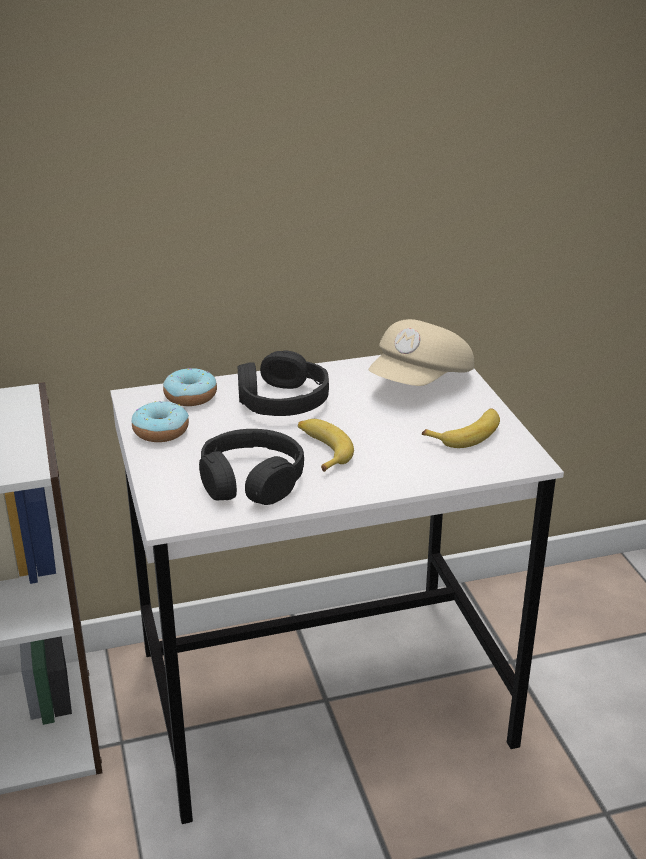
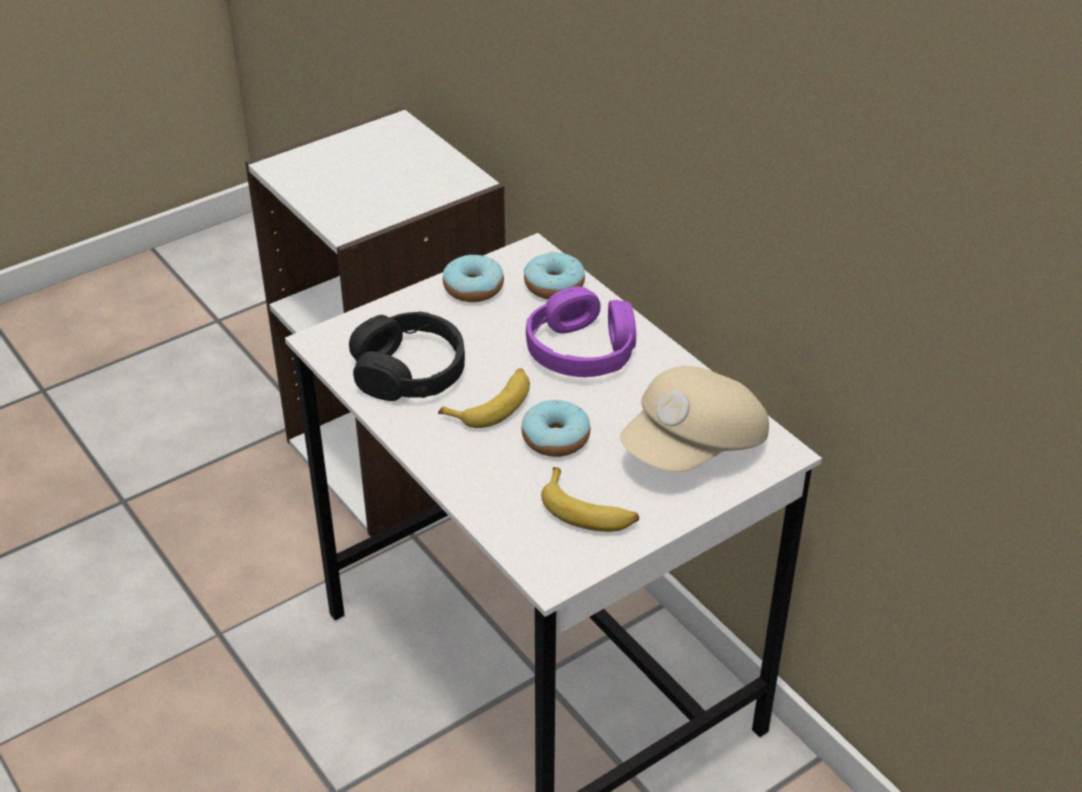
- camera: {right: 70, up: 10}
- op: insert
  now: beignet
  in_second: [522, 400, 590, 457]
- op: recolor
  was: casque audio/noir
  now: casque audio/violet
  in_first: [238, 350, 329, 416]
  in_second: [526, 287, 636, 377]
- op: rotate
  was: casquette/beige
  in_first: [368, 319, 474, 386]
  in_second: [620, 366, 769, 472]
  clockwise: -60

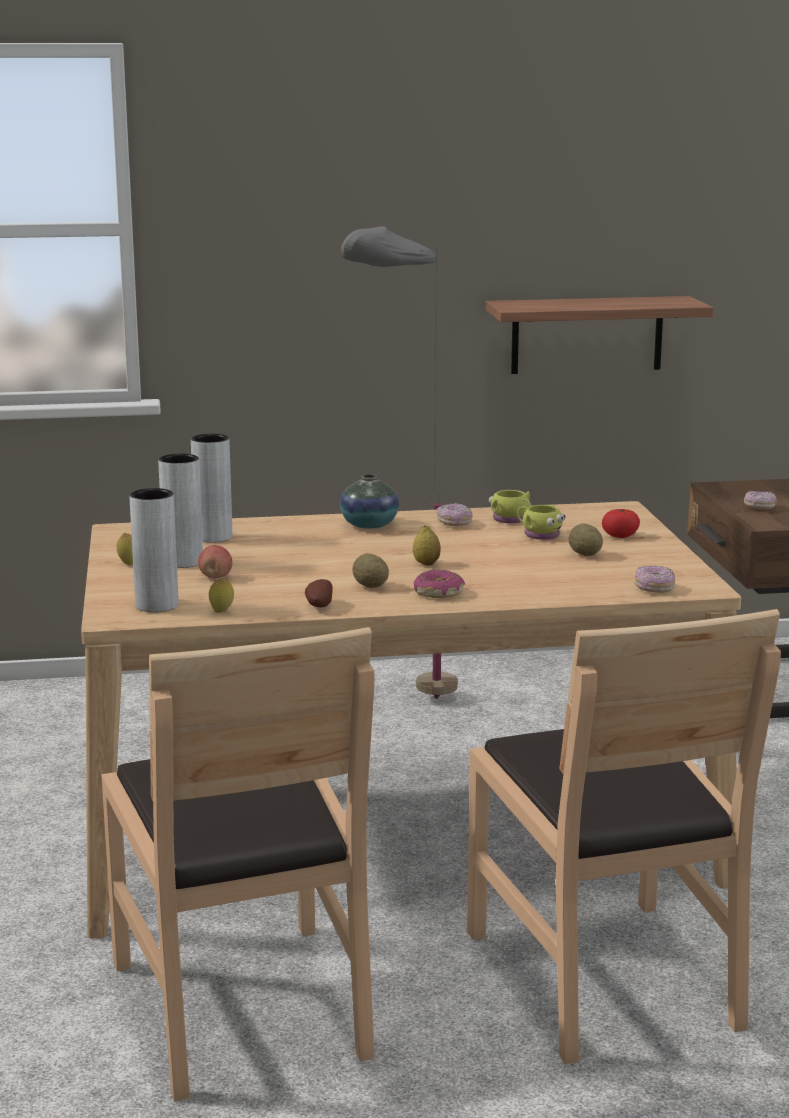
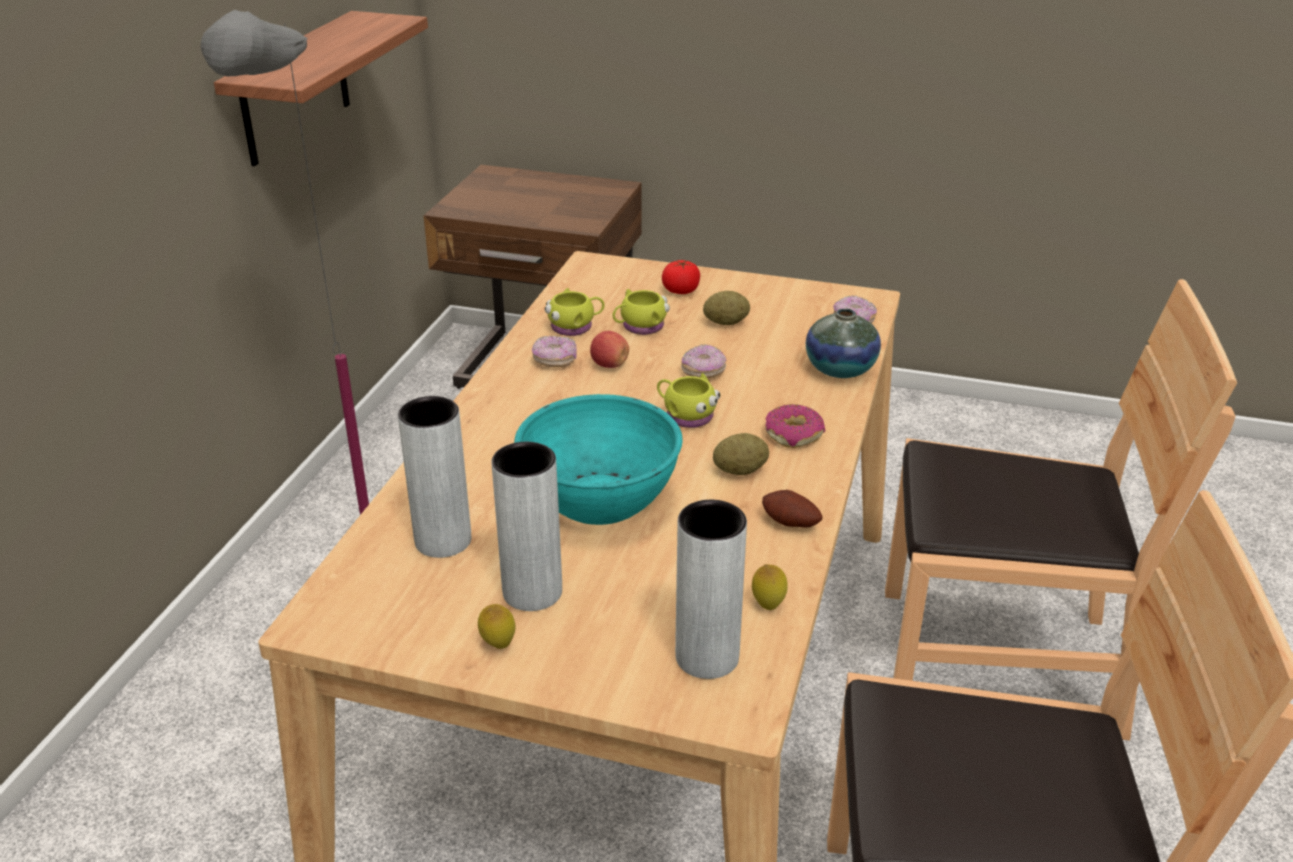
- camera: {right: -65, up: 15}
- op: insert
  now: bol/turquoise
  in_second: [514, 394, 682, 525]
- op: move
  was: pomme
  in_first: [198, 545, 233, 578]
  in_second: [590, 331, 629, 368]
- op: move
  was: vase
  in_first: [340, 474, 399, 529]
  in_second: [806, 308, 881, 378]
- op: move
  was: beignet
  in_first: [744, 491, 777, 510]
  in_second: [681, 344, 726, 378]
- op: replace
  was: citron
  now: mug/jaune
  in_first: [413, 526, 441, 566]
  in_second: [657, 373, 720, 428]

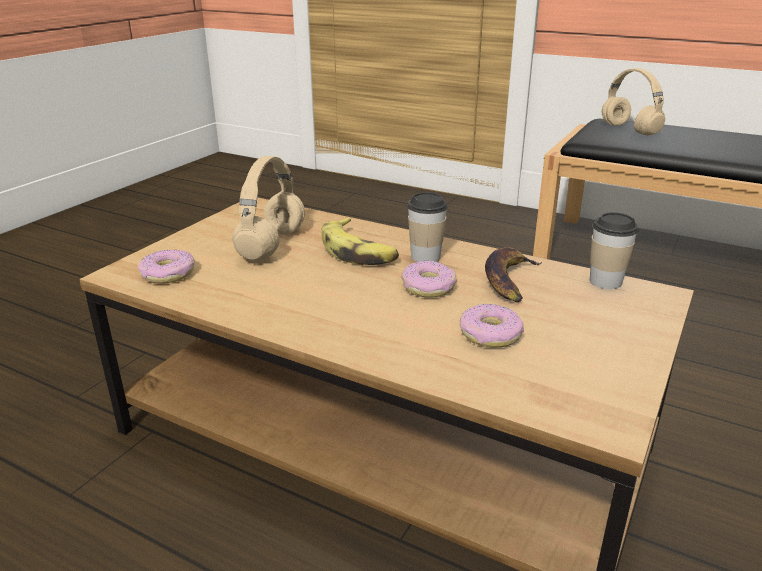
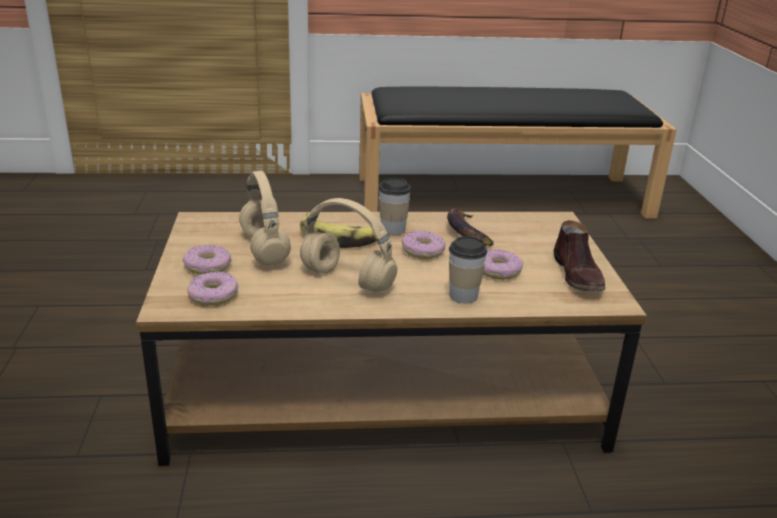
- camera: {right: -35, up: 0}
- op: insert
  now: beignet
  in_second: [183, 245, 231, 275]
- op: insert
  now: chaussure/marron
  in_second: [553, 220, 605, 291]
- op: move
  was: tasse
  in_first: [590, 212, 638, 289]
  in_second: [449, 236, 487, 304]
- op: move
  was: casque audio/beige
  in_first: [602, 68, 665, 136]
  in_second: [300, 198, 397, 292]

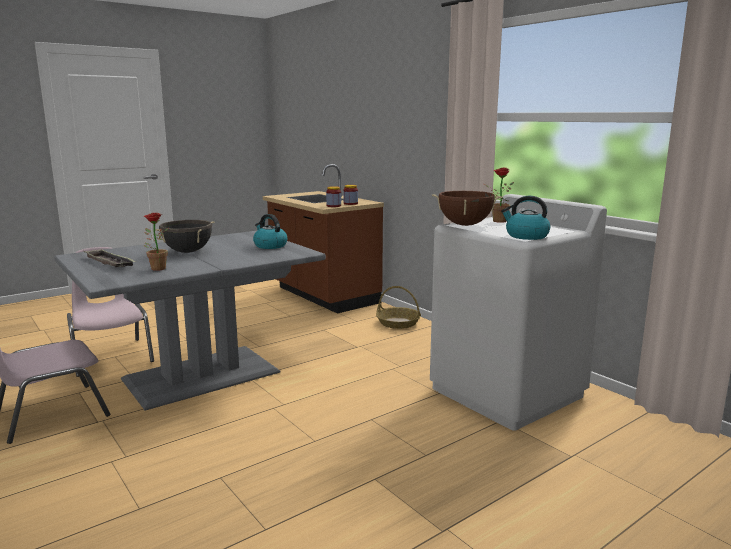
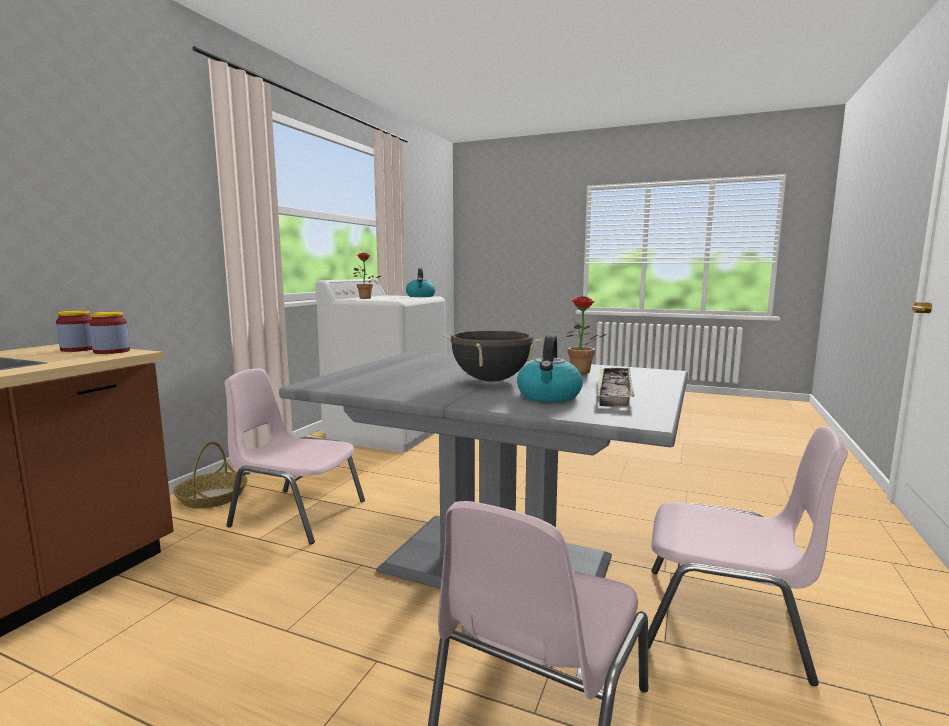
- camera: {right: -120, up: -5}
- op: delete
  was: marmite/marron
  in_first: [432, 191, 502, 226]
- op: insert
  now: chaise/rose
  in_second: [225, 368, 365, 544]
- op: move
  was: bouilloire
  in_first: [253, 214, 287, 249]
  in_second: [517, 334, 583, 402]

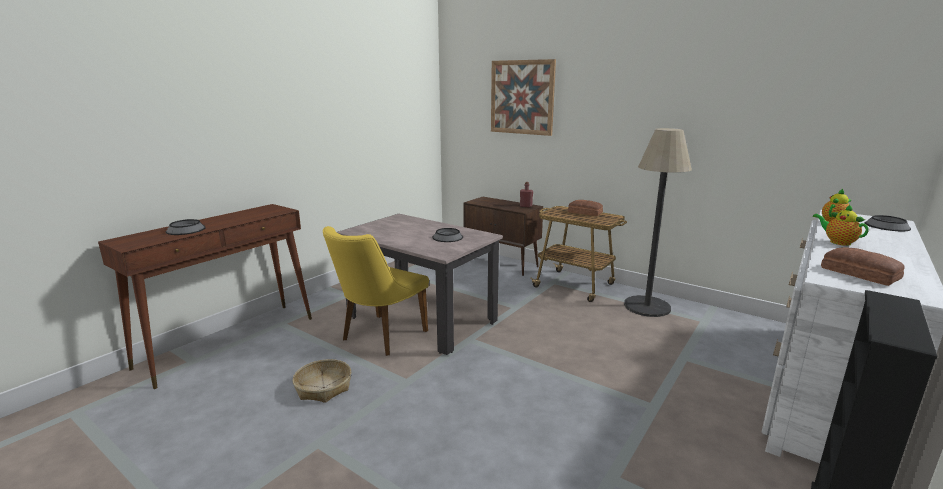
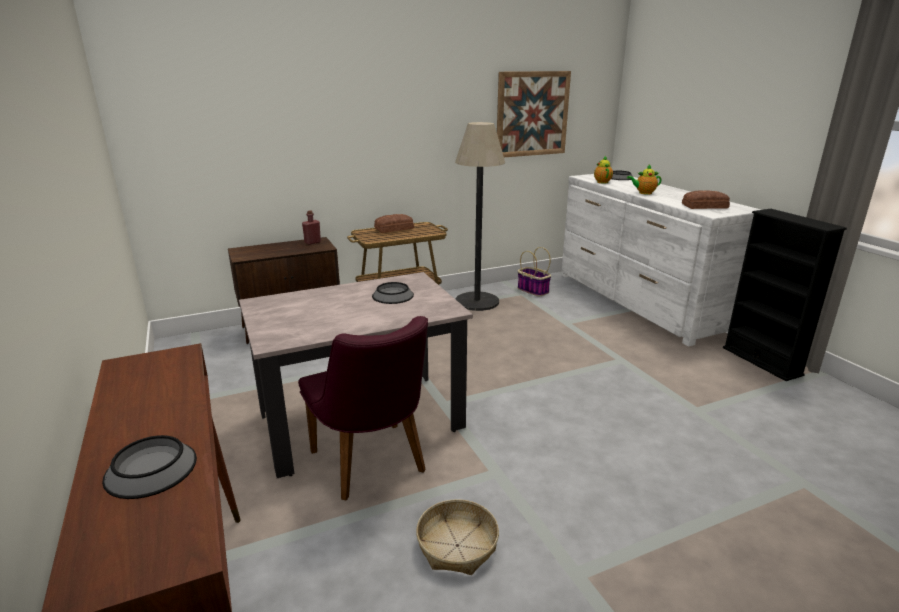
- camera: {right: -60, up: 5}
- op: insert
  now: panier
  in_second: [518, 247, 551, 296]
- op: move
  was: tableau
  in_first: [491, 59, 556, 136]
  in_second: [497, 71, 571, 157]
- op: recolor
  was: chaise/jaune
  now: chaise/violet
  in_first: [323, 226, 429, 356]
  in_second: [298, 316, 428, 501]

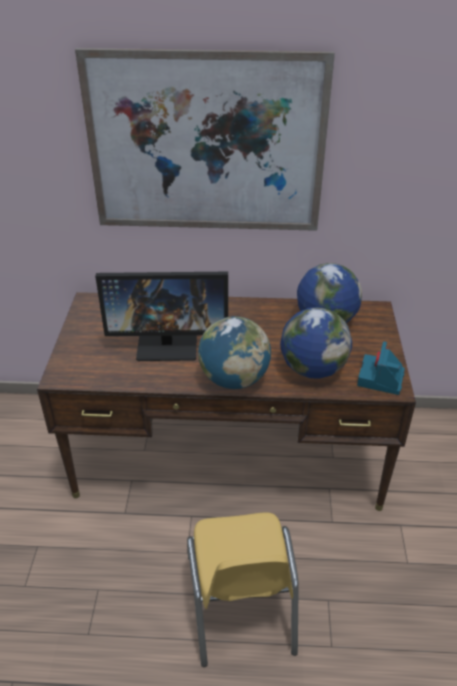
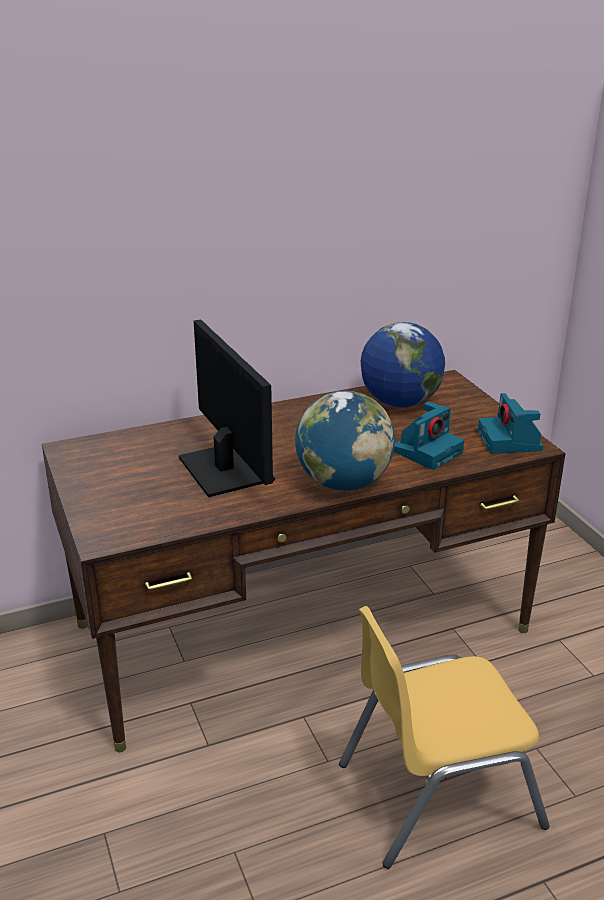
- camera: {right: -25, up: -10}
- op: delete
  was: tableau
  in_first: [75, 48, 335, 231]
- op: replace
  was: globe
  now: appareil photo
  in_first: [280, 307, 352, 379]
  in_second: [394, 402, 464, 470]
- op: rotate
  was: écran d'ordinateur
  in_first: [95, 272, 228, 361]
  in_second: [179, 319, 275, 497]
  clockwise: -90
- op: rotate
  was: chaise/jaune
  in_first: [187, 513, 299, 667]
  in_second: [339, 606, 549, 869]
  clockwise: 105

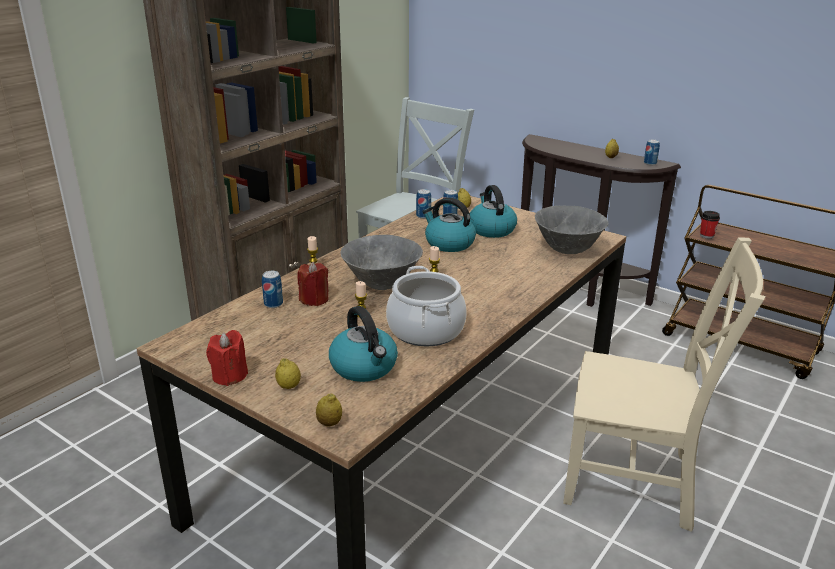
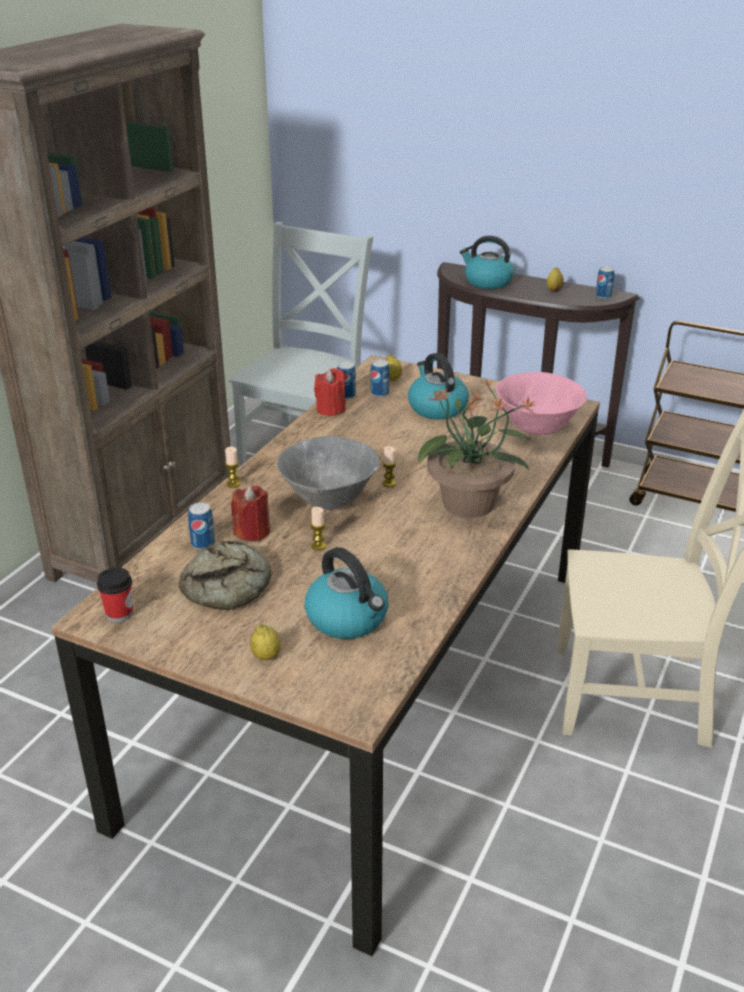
- camera: {right: -10, up: 5}
- op: delete
  was: citron
  in_first: [316, 393, 342, 427]
- op: delete
  was: marmite
  in_first: [386, 266, 466, 346]
- op: insert
  now: pain
  in_second: [179, 541, 272, 610]
- op: insert
  now: plante en pot
  in_second: [418, 379, 536, 518]
- op: move
  was: bougie/rouge
  in_first: [206, 330, 248, 386]
  in_second: [314, 368, 346, 416]
- op: move
  was: bouilloire
  in_first: [422, 198, 476, 252]
  in_second: [460, 236, 514, 289]
- op: move
  was: tasse
  in_first: [700, 211, 720, 239]
  in_second: [97, 567, 133, 622]
- op: recolor
  was: bol/gris
  now: bol/rose
  in_first: [535, 206, 608, 254]
  in_second: [496, 372, 587, 435]

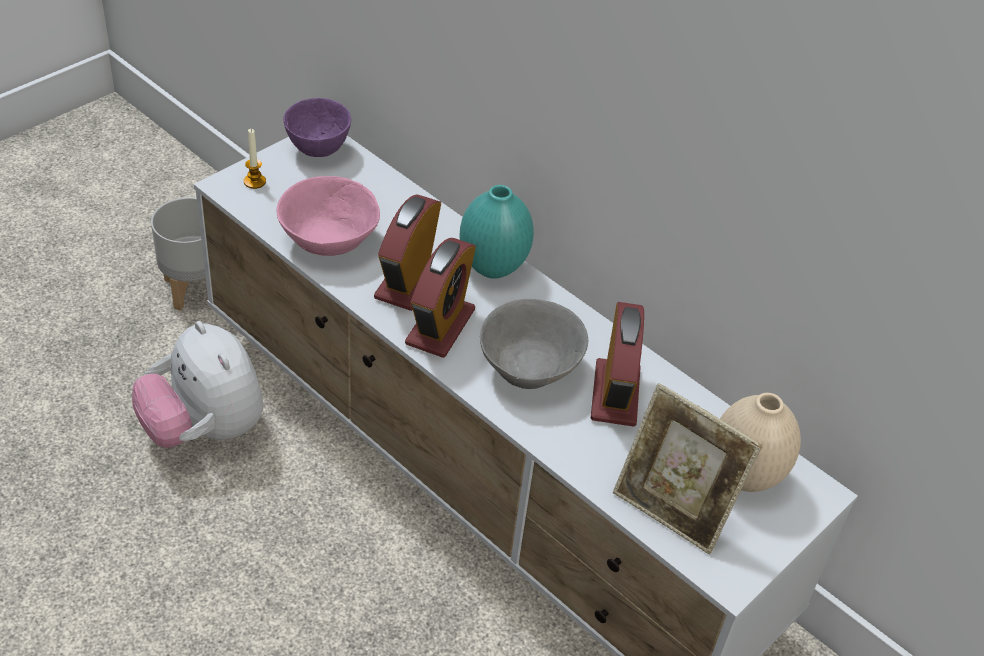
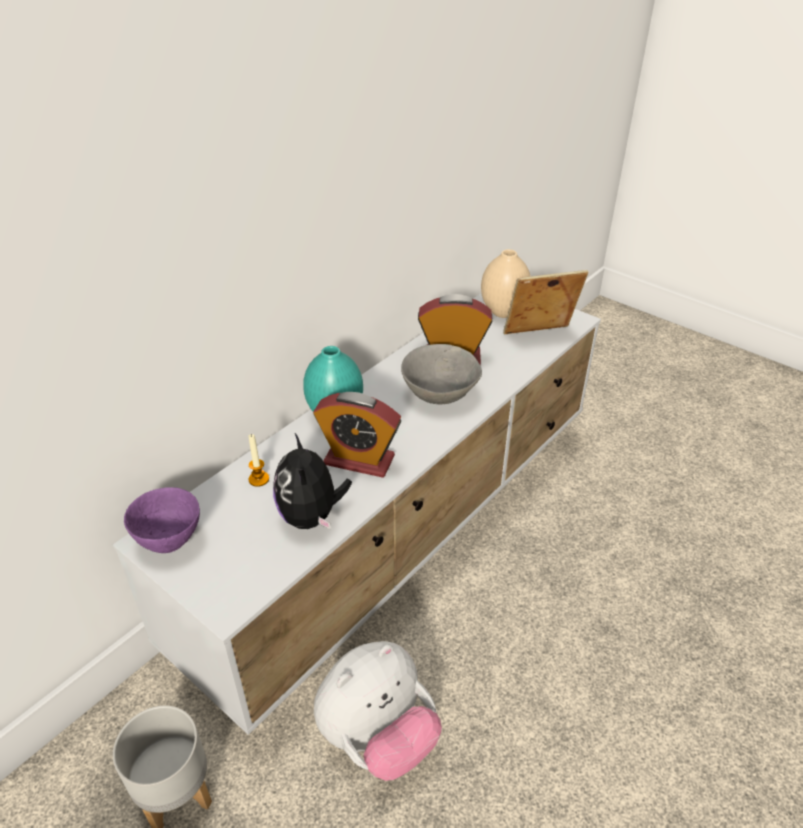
- camera: {right: -90, up: -5}
- op: delete
  was: réveil
  in_first: [405, 238, 476, 358]
- op: move
  was: bougie
  in_first: [244, 129, 266, 189]
  in_second: [249, 434, 269, 487]
- op: replace
  was: bol/rose
  now: peluche
  in_first: [277, 176, 380, 256]
  in_second: [273, 433, 352, 529]
- op: rotate
  was: cadre photo
  in_first: [613, 383, 762, 554]
  in_second: [503, 270, 589, 335]
  clockwise: -135

